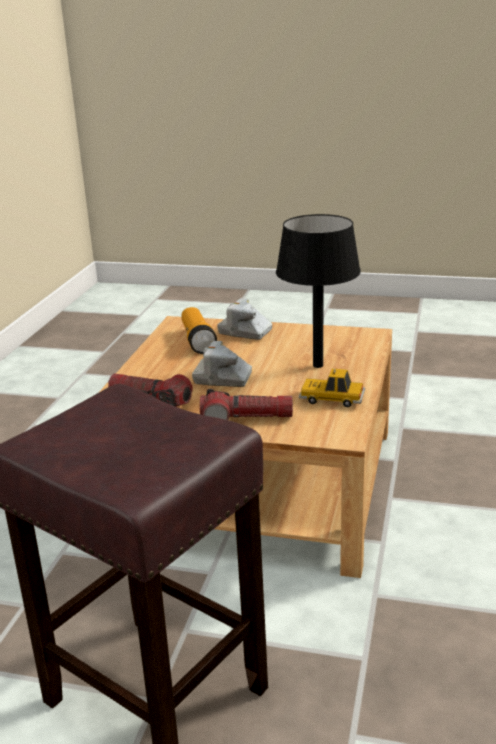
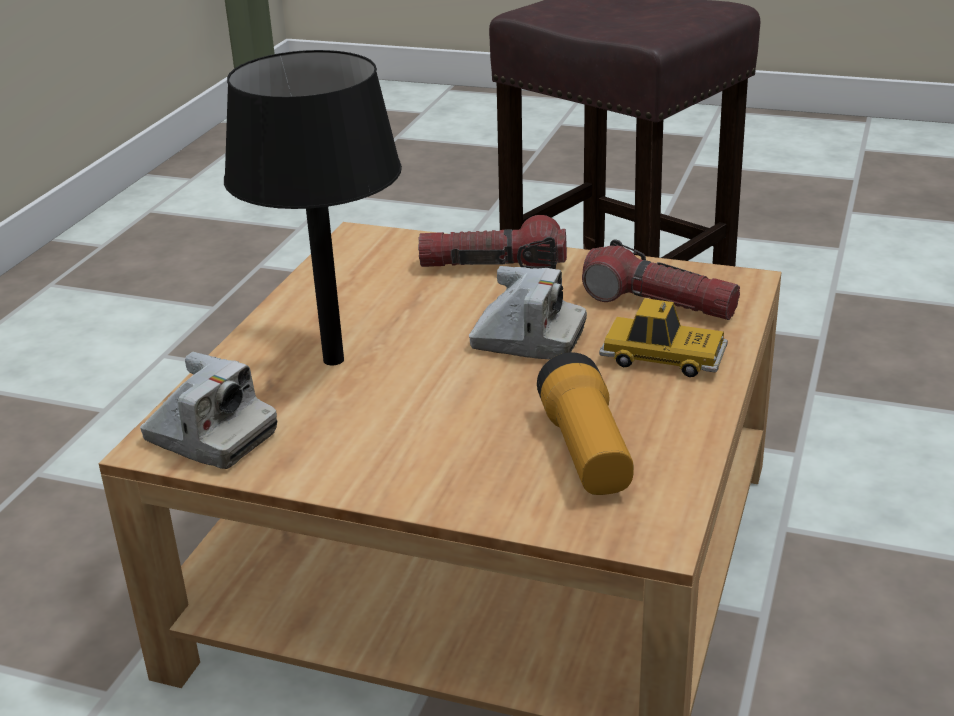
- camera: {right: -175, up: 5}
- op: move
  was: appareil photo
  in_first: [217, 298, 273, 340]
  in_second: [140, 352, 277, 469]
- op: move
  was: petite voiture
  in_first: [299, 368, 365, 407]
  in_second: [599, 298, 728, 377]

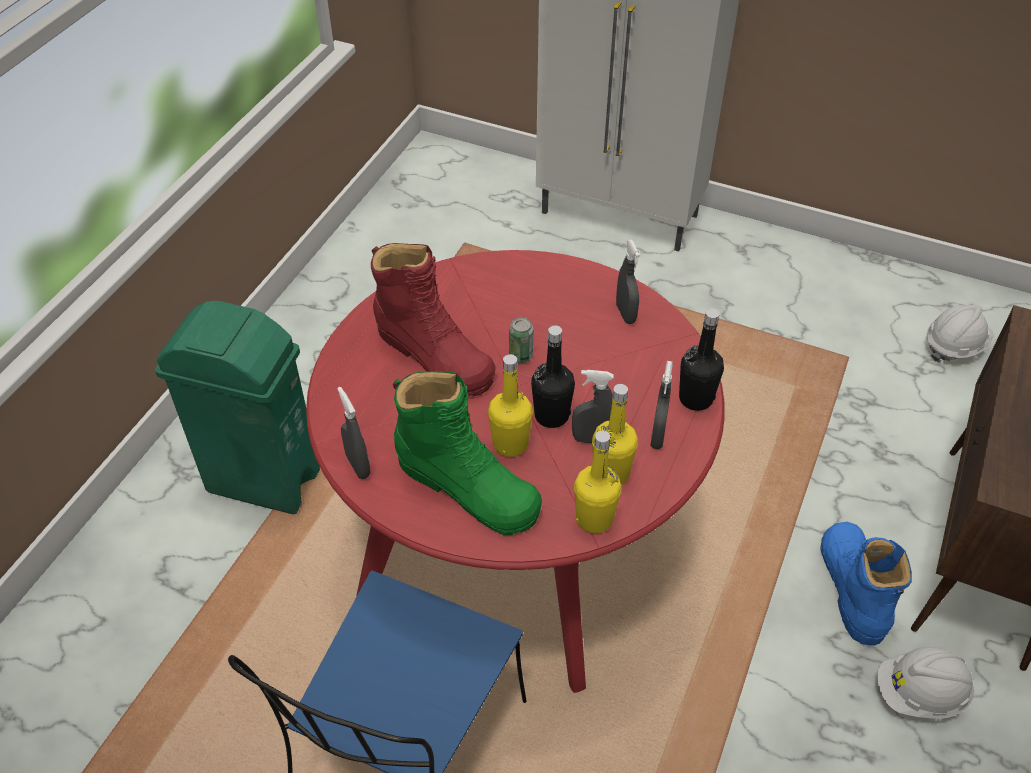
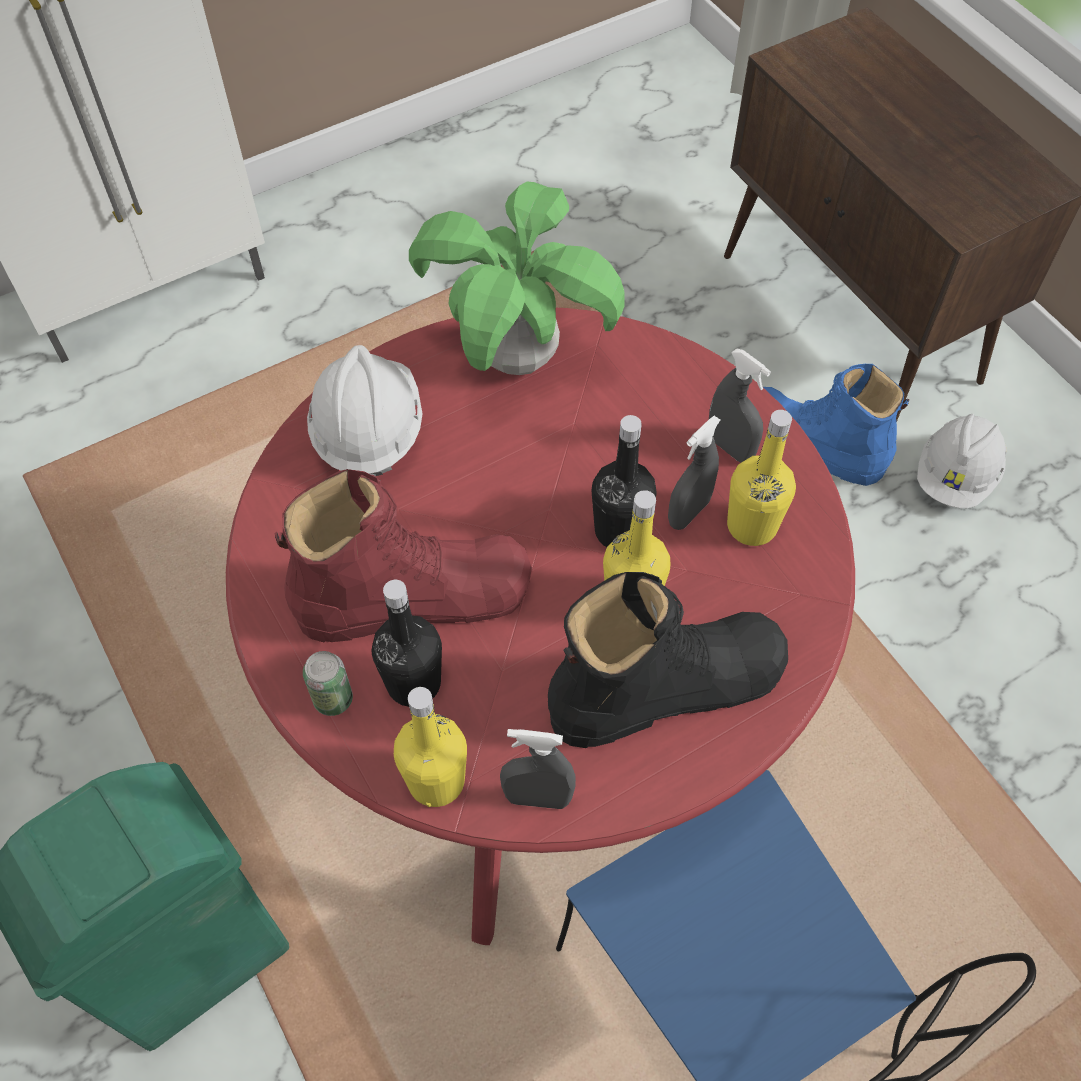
- camera: {right: -55, up: 10}
- op: move
  was: boîte métallique
  in_first: [509, 317, 534, 363]
  in_second: [303, 651, 353, 716]
- op: move
  was: bouteille/jaune
  in_first: [574, 430, 622, 533]
  in_second: [394, 687, 467, 807]
- op: move
  was: bouteille/noir
  in_first: [679, 309, 724, 411]
  in_second: [371, 580, 442, 707]
- op: move
  was: casque de chantier/blanc
  in_first: [927, 305, 994, 363]
  in_second: [307, 345, 422, 477]
- op: replace
  was: vaporisateur/gris
  now: plante en pot
  in_first: [616, 240, 640, 324]
  in_second: [409, 181, 625, 375]
- op: recolor
  was: botte/vert
  now: botte/noir
  in_first: [393, 371, 542, 535]
  in_second: [548, 572, 788, 748]

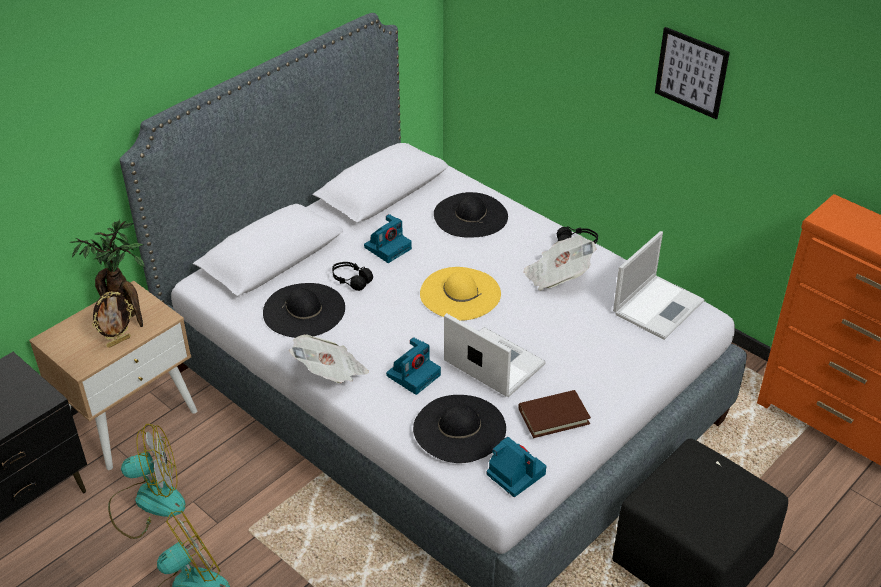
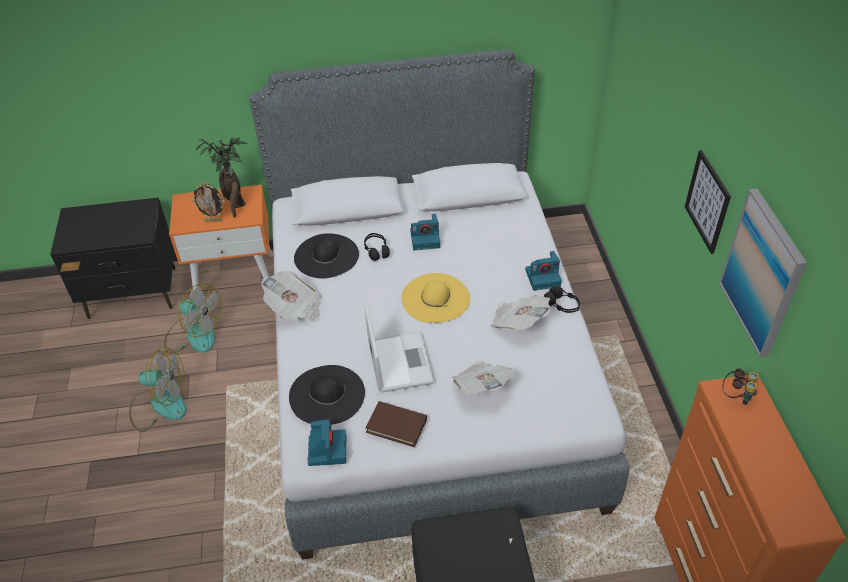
- camera: {right: 40, up: 5}
- op: delete
  was: chapeau/noir
  in_first: [434, 192, 508, 238]
- op: delete
  was: ordinateur portable
  in_first: [613, 231, 705, 340]
- op: insert
  now: journal
  in_second: [452, 361, 514, 395]
- op: insert
  now: tableau
  in_second: [719, 189, 807, 357]
- op: insert
  now: jumelles
  in_second: [722, 368, 758, 405]
- op: move
  was: appareil photo
  in_first: [386, 337, 441, 395]
  in_second: [525, 251, 562, 291]
- op: recolor
  was: table de chevet/beige
  now: table de chevet/orange
  in_first: [29, 281, 197, 470]
  in_second: [169, 185, 273, 290]

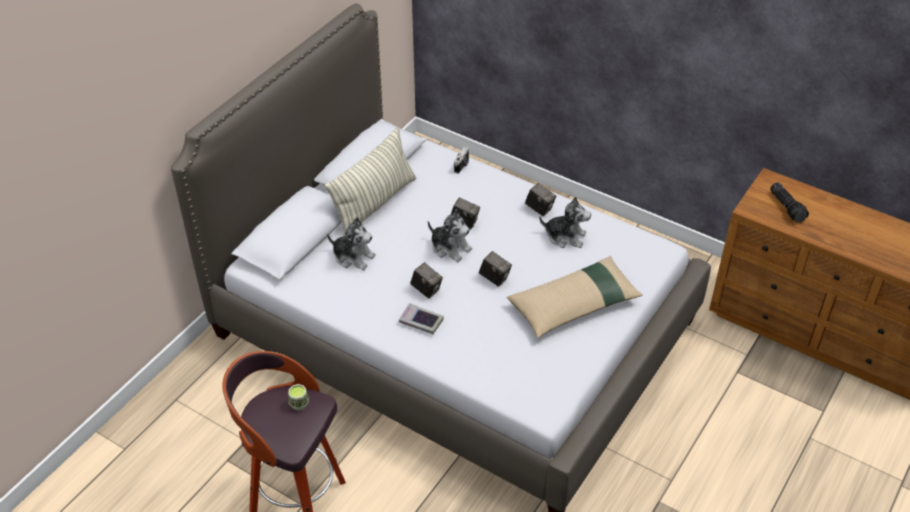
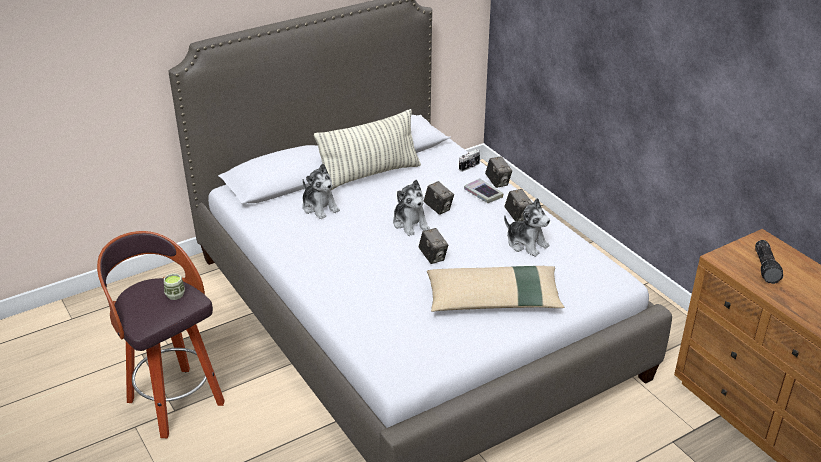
- camera: {right: 25, up: -10}
- op: move
  was: livre
  in_first: [399, 303, 444, 334]
  in_second: [464, 178, 503, 203]
- op: move
  was: appareil photo
  in_first: [410, 263, 443, 298]
  in_second: [485, 156, 512, 188]

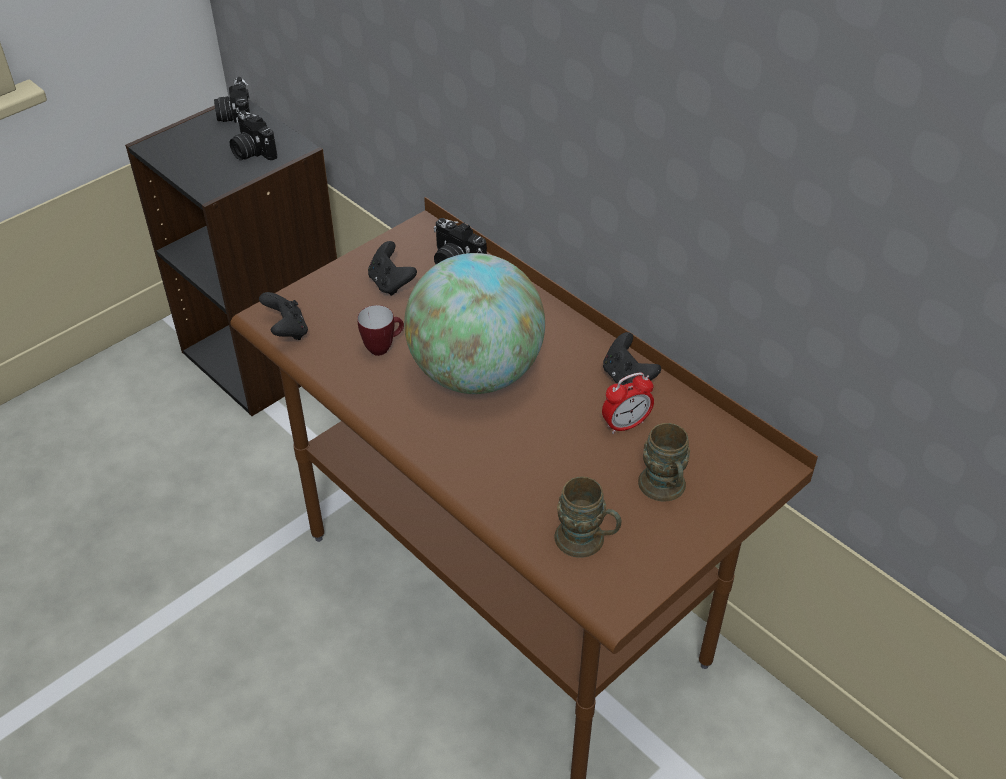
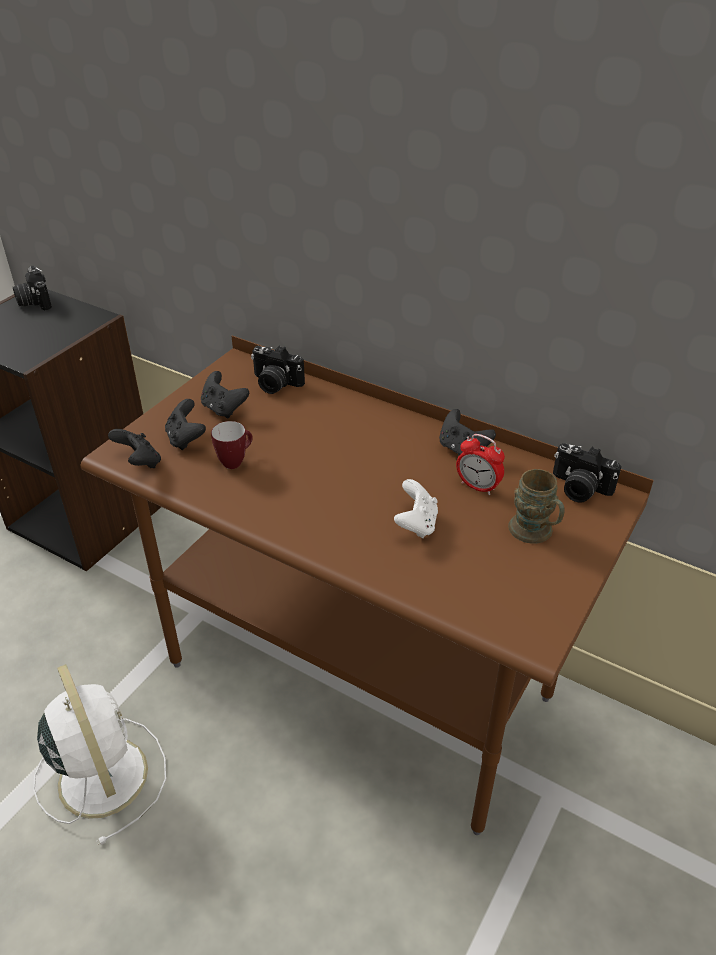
- camera: {right: -15, up: -5}
- op: delete
  was: globe
  in_first: [404, 253, 545, 394]
- op: delete
  was: mug/marron
  in_first: [554, 476, 621, 558]
- op: insert
  now: ventilateur/blanc
  in_second: [33, 664, 166, 845]
- op: insert
  now: manette/noir
  in_second: [165, 399, 206, 450]
- op: insert
  now: manette/blanc
  in_second: [394, 479, 438, 538]
- op: move
  was: appareil photo
  in_first: [229, 111, 277, 160]
  in_second: [553, 443, 621, 503]
- op: rotate
  was: réveil
  in_first: [602, 372, 654, 434]
  in_second: [456, 434, 505, 495]
  clockwise: 75

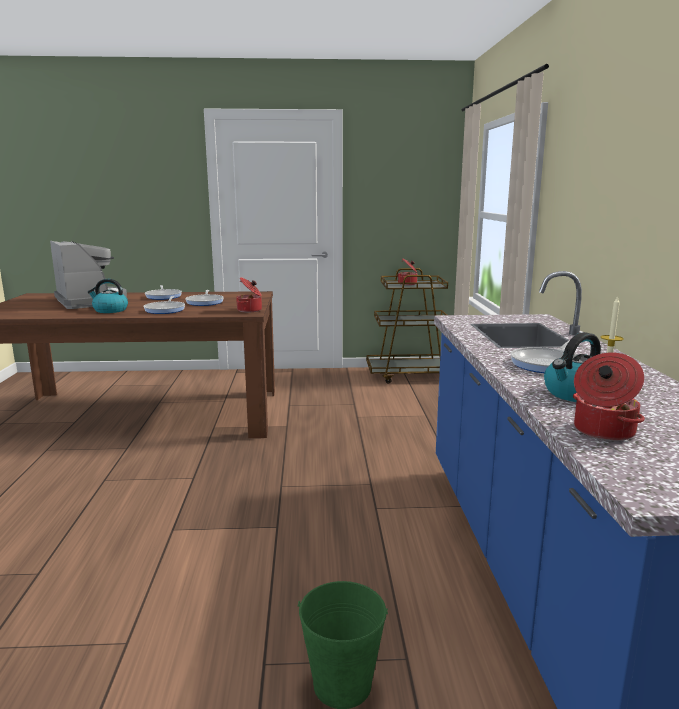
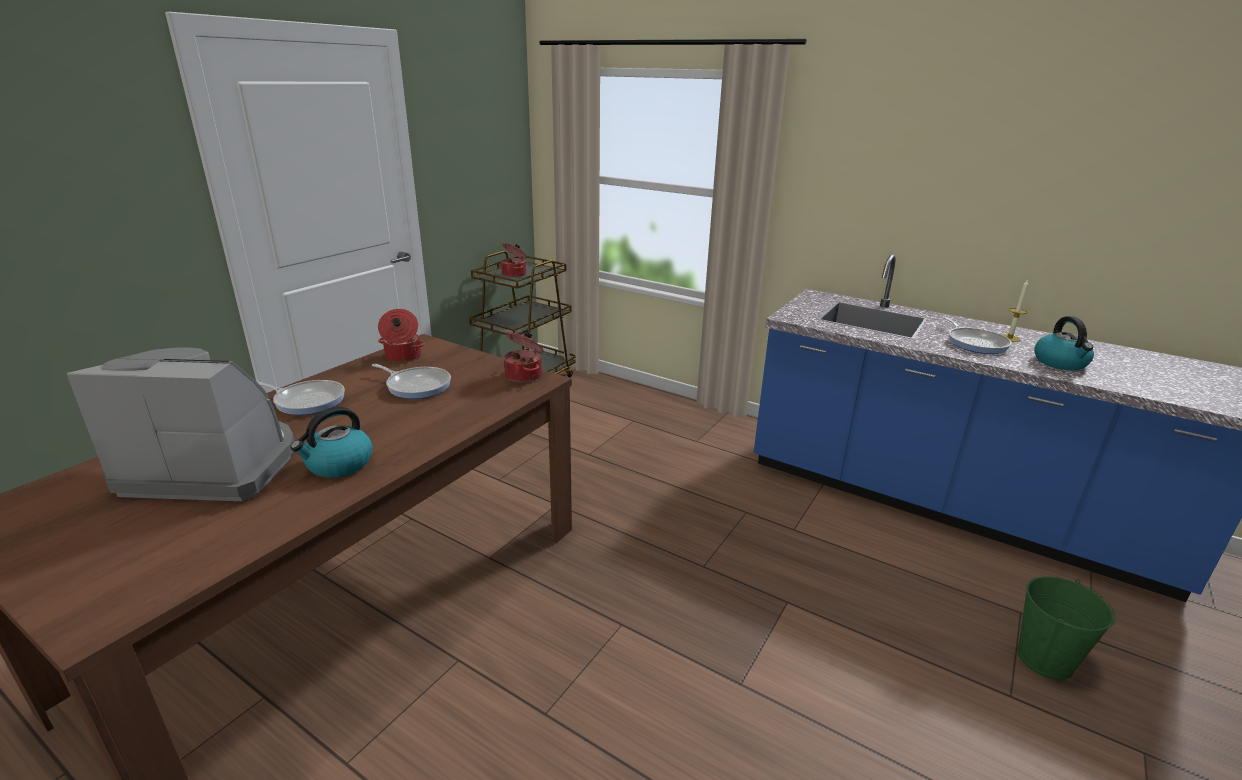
- camera: {right: -55, up: 10}
- op: delete
  was: poêle
  in_first: [143, 296, 185, 314]
- op: move
  was: marmite
  in_first: [573, 352, 645, 441]
  in_second: [378, 309, 425, 362]

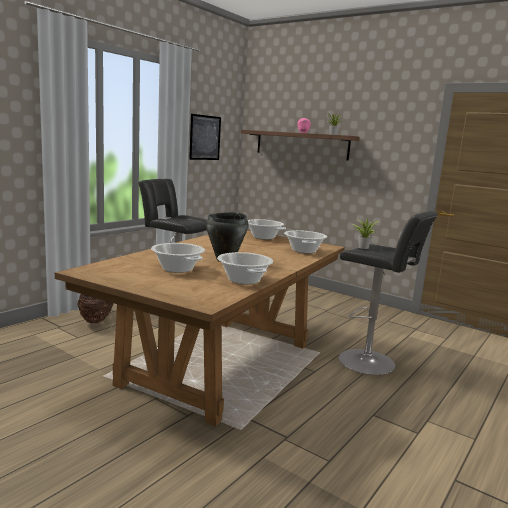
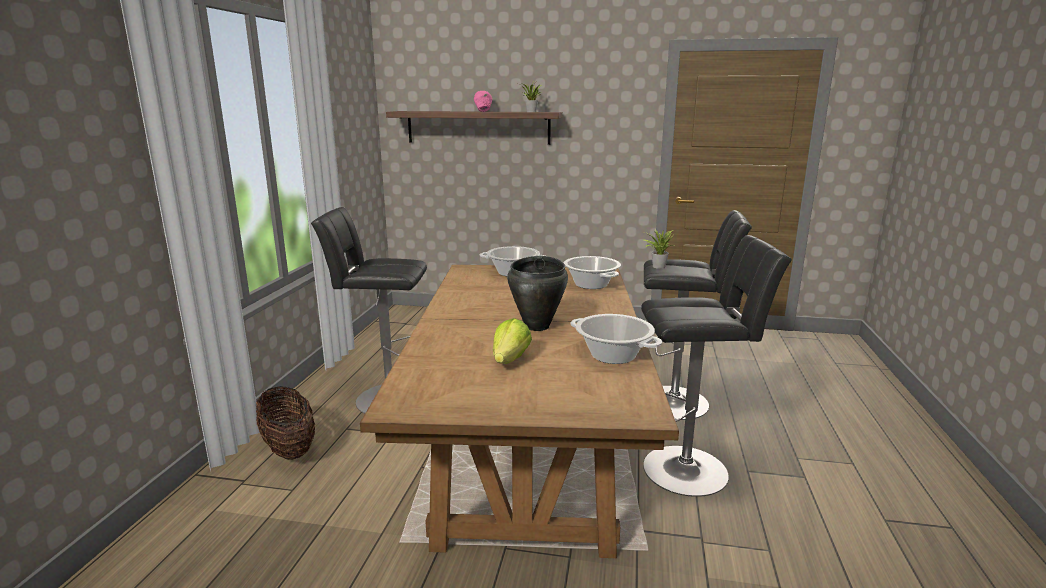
- camera: {right: -25, up: 5}
- op: delete
  was: tableau
  in_first: [189, 114, 221, 160]
- op: insert
  now: tabouret/noir
  in_second: [641, 235, 792, 497]
- op: replace
  was: marmite
  now: laitue
  in_first: [151, 243, 205, 273]
  in_second: [493, 318, 532, 364]

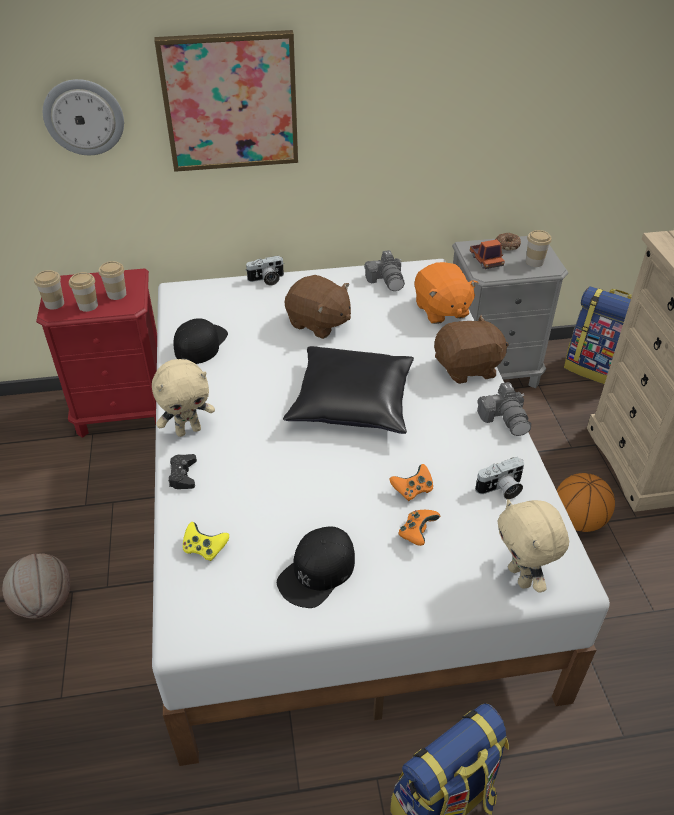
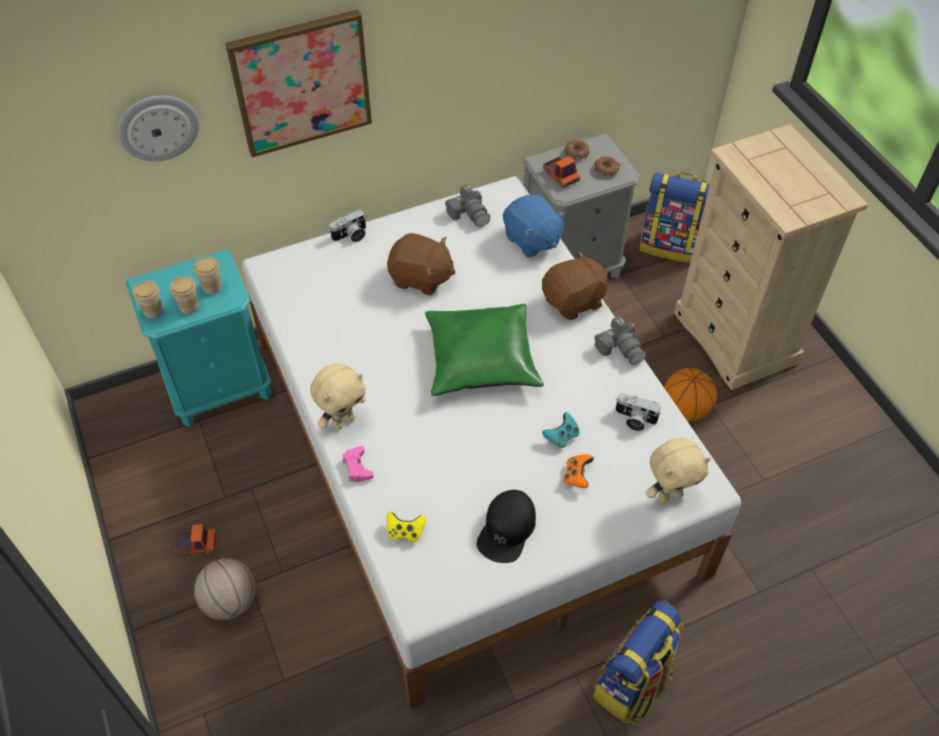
- camera: {right: -15, up: 10}
- op: delete
  was: casquette/noir
  in_first: [173, 318, 228, 364]
- op: insert
  now: camion jouet
  in_second: [174, 524, 216, 555]
- op: replace
  was: tasse
  now: beignet
  in_first: [526, 230, 551, 267]
  in_second: [594, 157, 620, 176]
- op: recolor
  was: table de chevet/rouge
  now: table de chevet/turquoise
  in_first: [36, 268, 157, 438]
  in_second: [126, 249, 272, 427]
- op: recolor
  was: manette/noir
  now: manette/rose
  in_first: [168, 454, 197, 489]
  in_second: [343, 446, 374, 482]
- op: recolor
  was: coussin/noir
  now: coussin/vert
  in_first: [283, 346, 414, 434]
  in_second: [425, 304, 544, 396]
- op: recolor
  was: manette/orange
  now: manette/turquoise
  in_first: [390, 464, 433, 501]
  in_second: [542, 412, 580, 448]
- op: recolor
  was: peluche/orange
  now: peluche/bleu
  in_first: [414, 262, 478, 324]
  in_second: [503, 195, 566, 258]
- op: rotate
  was: appareil photo
  in_first: [475, 457, 524, 499]
  in_second: [616, 393, 661, 431]
  clockwise: 60
- op: rotate
  was: peluche/beige
  in_first: [498, 499, 569, 593]
  in_second: [645, 438, 711, 503]
  clockwise: -75

